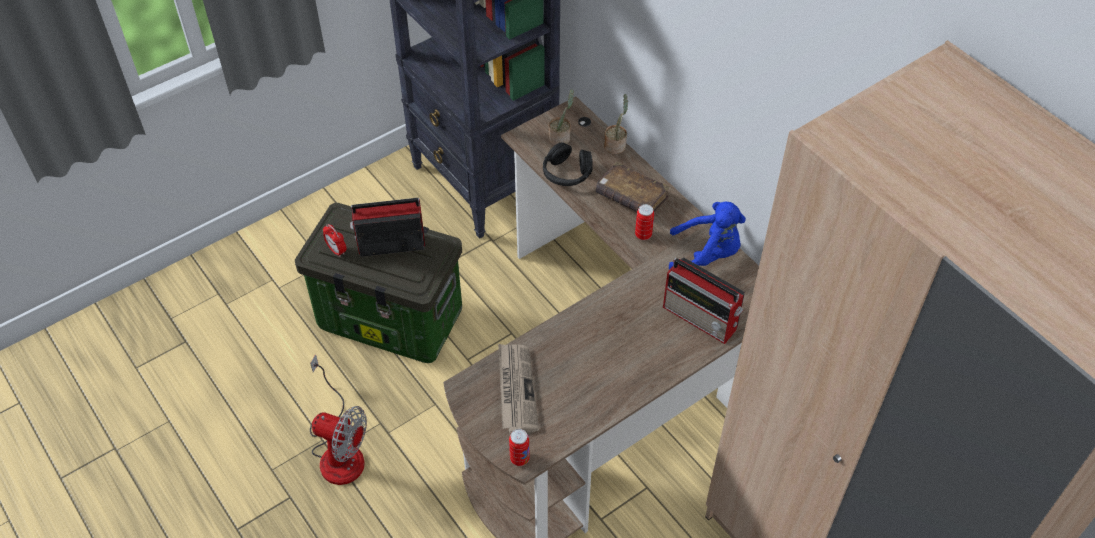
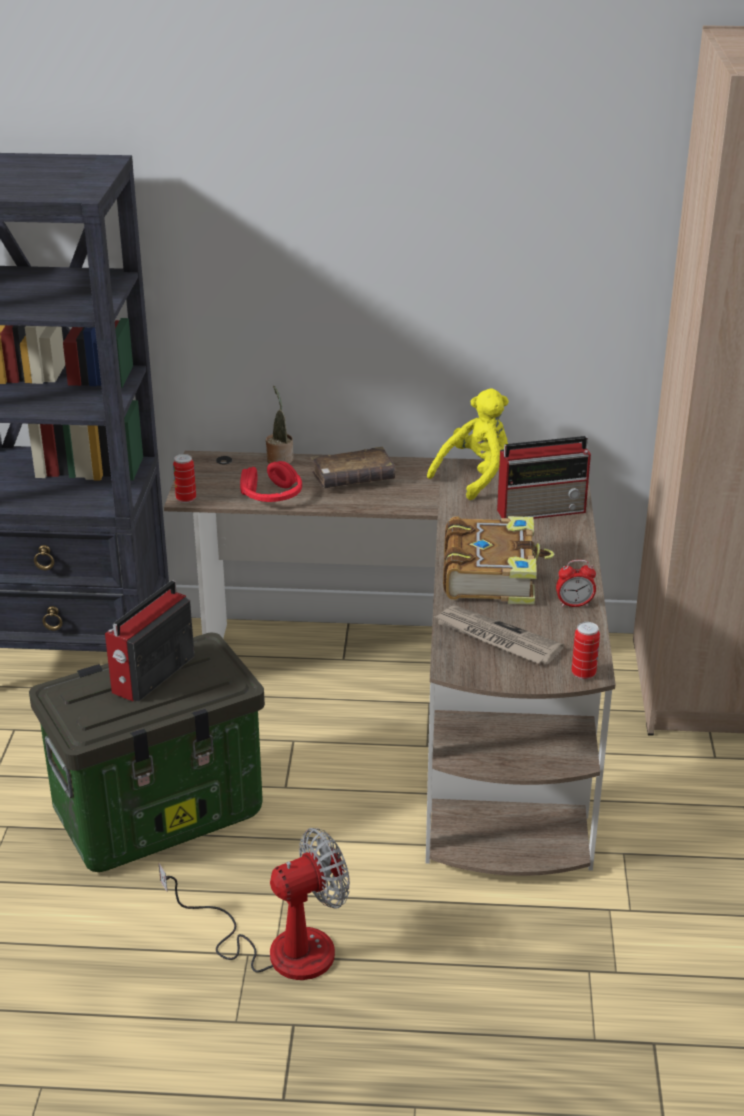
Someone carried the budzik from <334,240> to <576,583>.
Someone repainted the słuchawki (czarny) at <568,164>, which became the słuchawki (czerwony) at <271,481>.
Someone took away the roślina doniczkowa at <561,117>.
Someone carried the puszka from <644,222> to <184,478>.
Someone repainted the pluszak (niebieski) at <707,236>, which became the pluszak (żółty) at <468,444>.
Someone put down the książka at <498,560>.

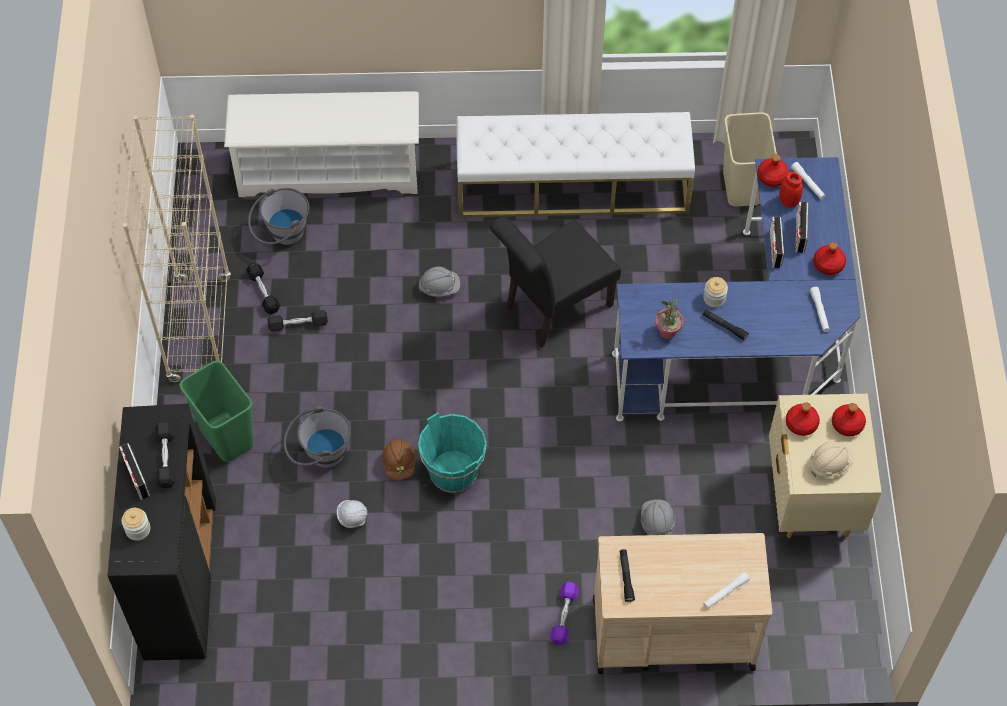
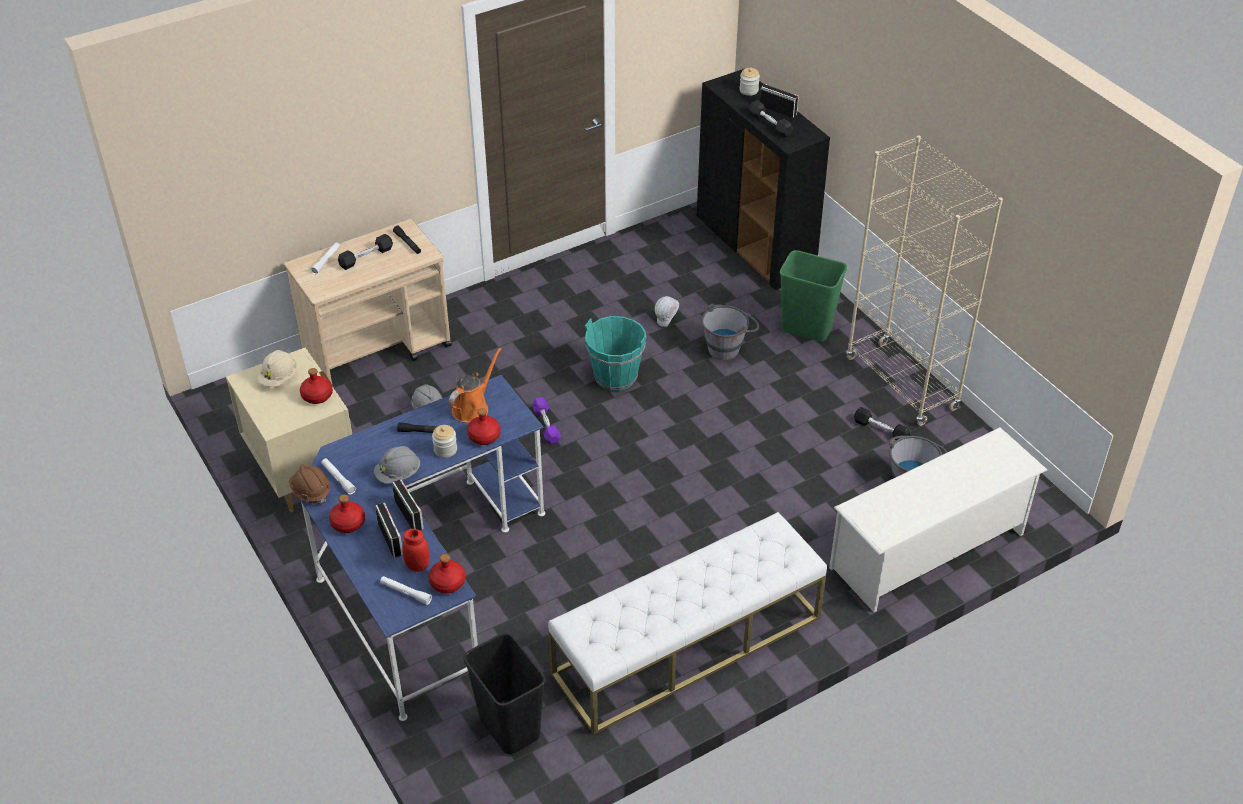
Someone carried the hantel (czarny) from <297,320> to <365,252>.
Someone carried the kask (brązowy) from <399,459> to <309,484>.
Someone carried the kask (szary) from <439,282> to <397,465>.
Someone took away the krzesło (czarny) at <555,282>.
Someone carried the hantel (fioletowy) from <564,614> to <546,421>.
Someone swapped the roślina doniczkowa at <669,319> for the konewka (pomarańczowy) at <474,385>.
Someone repainted the kosz na śmieci (beżowy) at <750,159>, which became the kosz na śmieci (czarny) at <504,693>.
Someone carried the butelka (czerwony) from <849,419> to <483,426>.

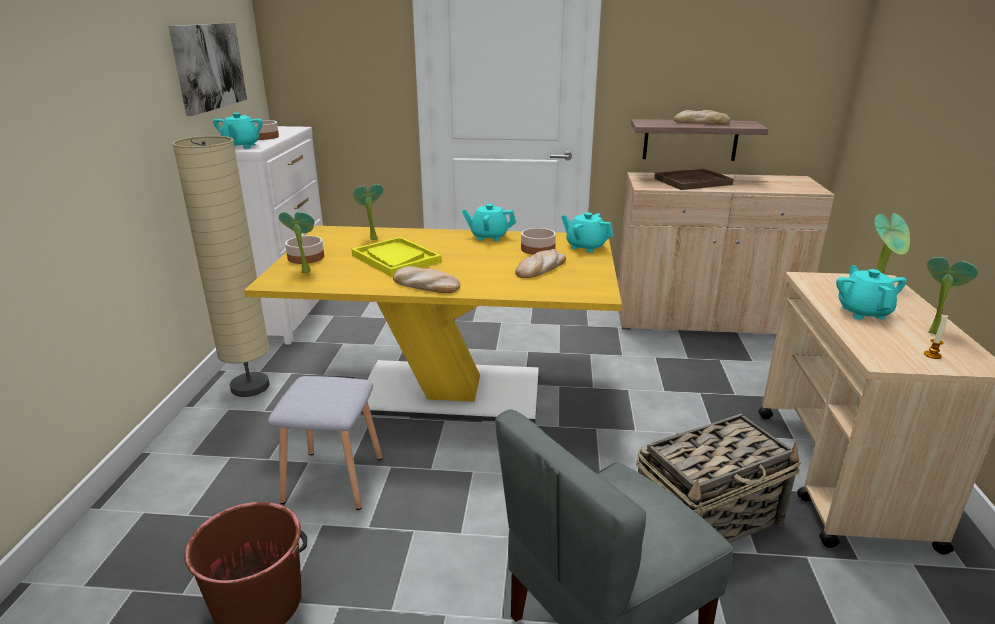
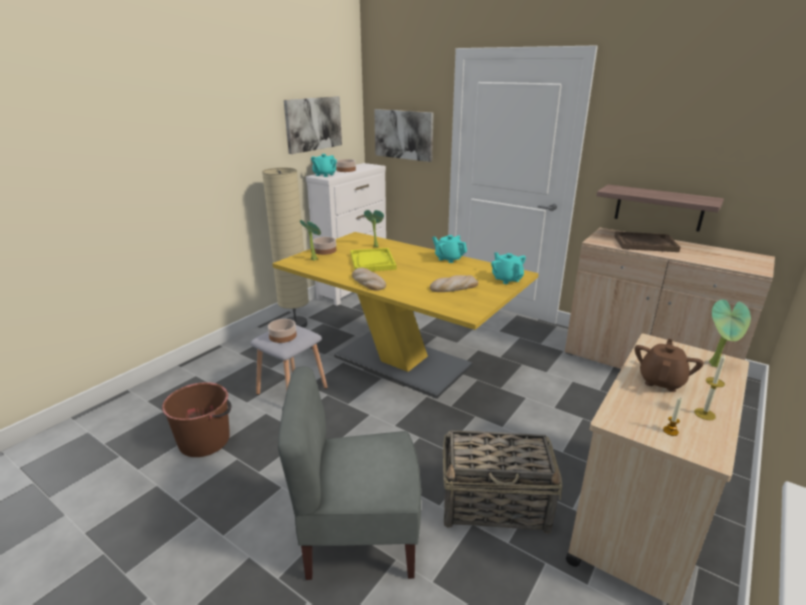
Someone carried the miska from <538,241> to <282,331>.
Someone took away the chleb at <702,117>.
Someone repainted the imbryk (turkusowy) at <871,292>, which became the imbryk (brązowy) at <669,365>.
Someone swapped the roślina doniczkowa at <952,296> for the świeca at <709,386>.
Someone put up the obraz at <404,135>.

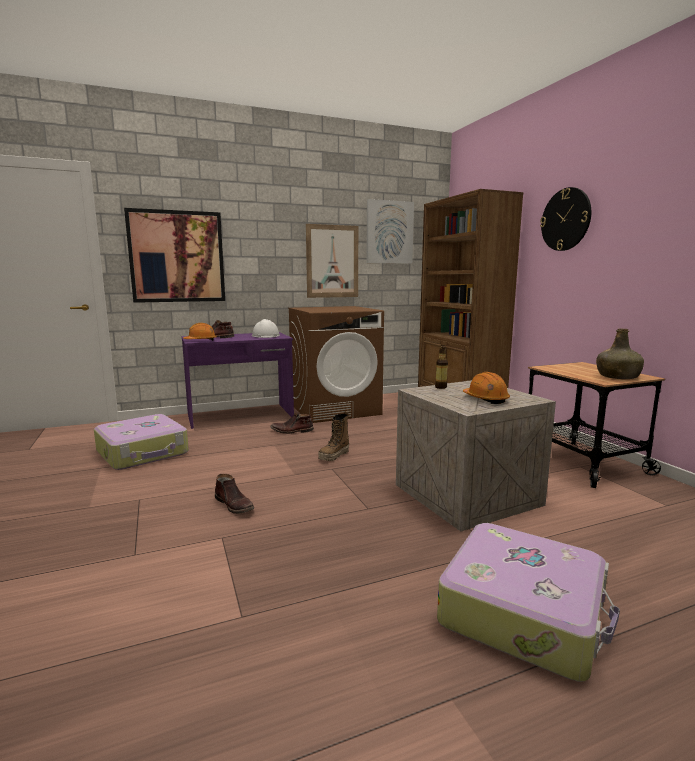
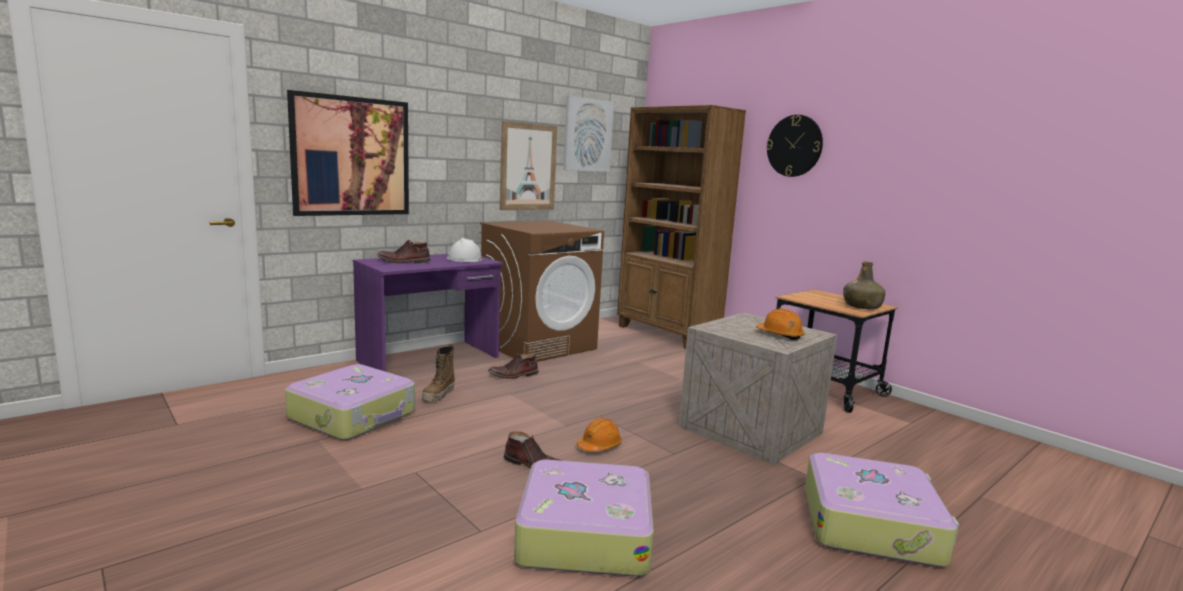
Someone carried the kask (pomarańczowy) from <200,331> to <599,435>.
Someone carried the but z cholewką from <333,436> to <438,372>.
Someone took away the butelka at <441,367>.
Someone put down the walizka at <584,517>.

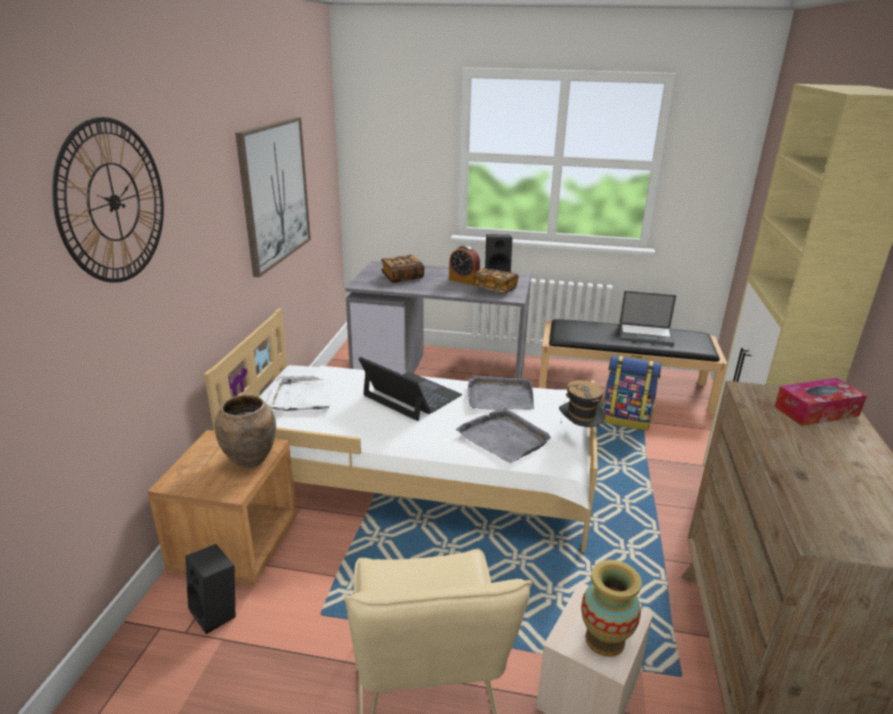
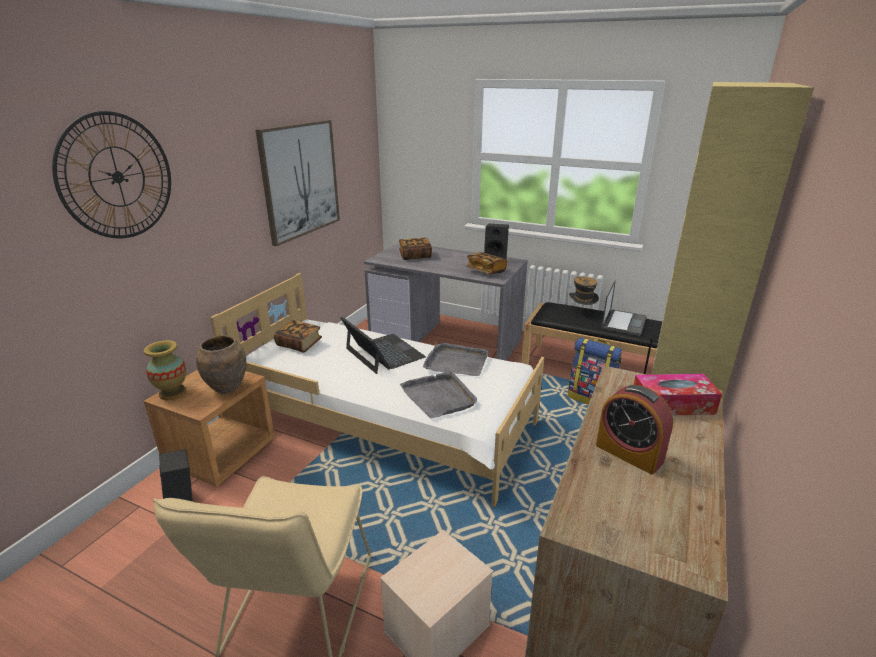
Someone swapped the taca (biały) at <299,393> for the książka at <298,336>.
Someone carried the budzik from <464,265> to <634,430>.
Someone carried the kapelusz from <582,403> to <584,291>.
Someone carried the wazon from <611,608> to <165,370>.
Someone rotated the laptop at <647,318> by 90 degrees counterclockwise.

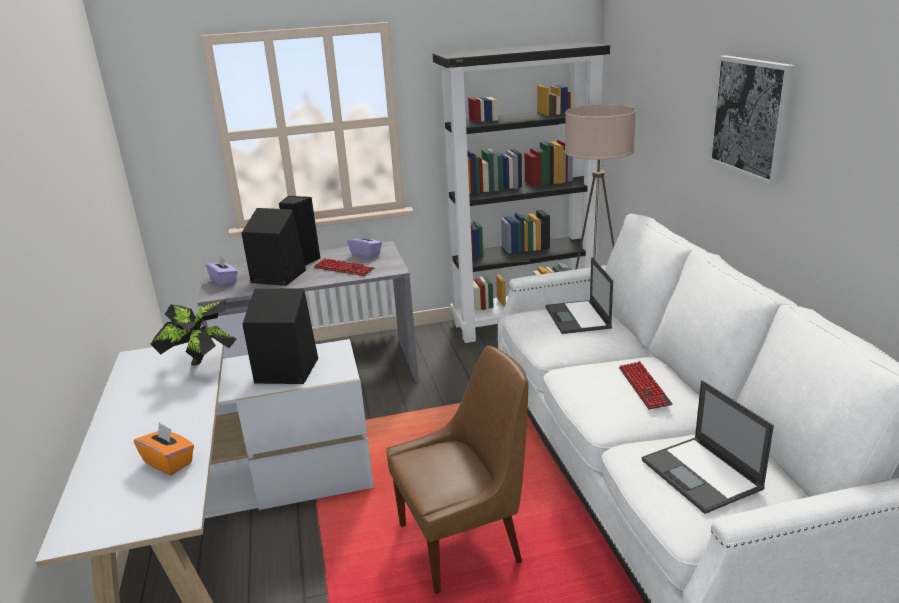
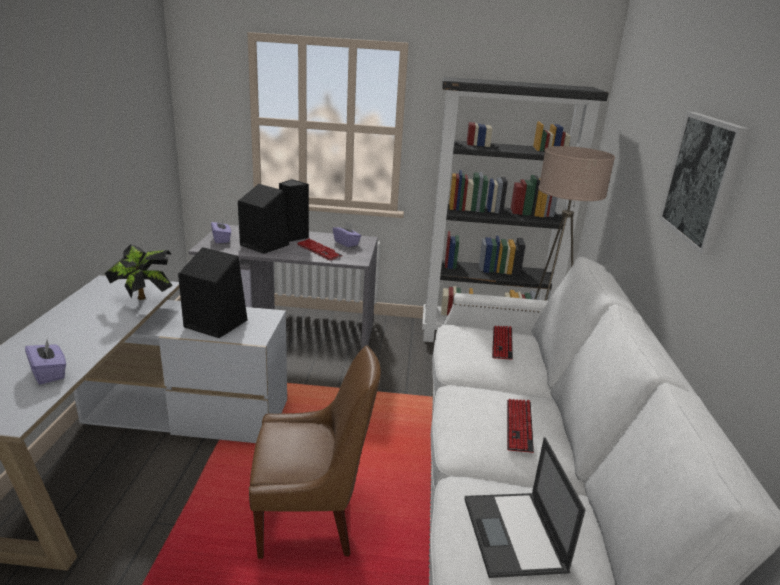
Someone repainted the pudełko chusteczek (pomarańczowy) at <164,448>, which became the pudełko chusteczek (fioletowy) at <45,362>.
Someone swapped the laptop at <579,295> for the klawiatura at <502,343>.

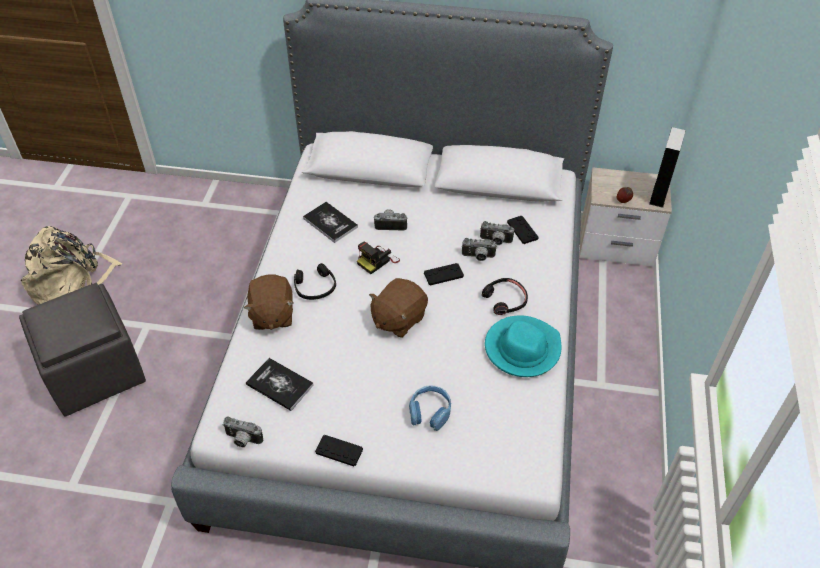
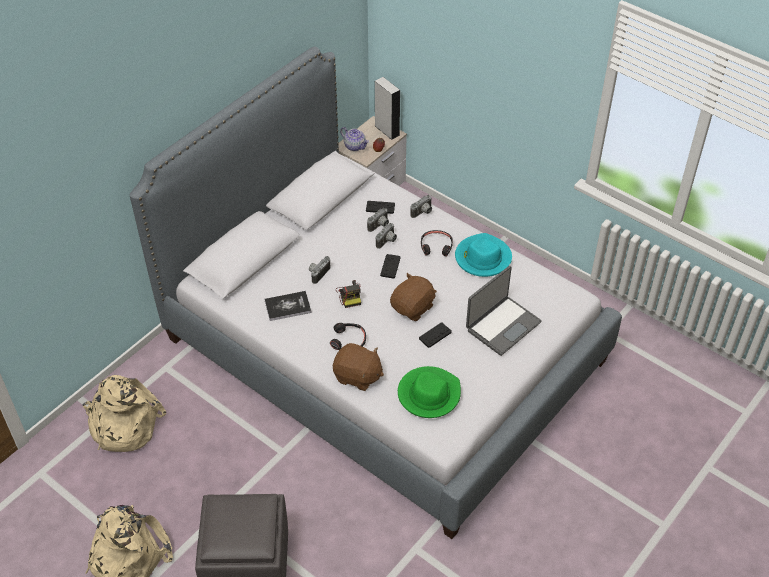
Someone carried the aparat fotograficzny from <242,432> to <421,206>.
Someone swapped the książka at <280,384> for the kapelusz (zielony) at <429,392>.
Someone carried the pad do gier (czarny) from <339,450> to <435,335>.
Someone rotated the pluszak (brązowy) at <398,308> by 120 degrees counterclockwise.
Someone swapped the słuchawki (niebieski) at <430,408> for the laptop at <504,311>.
Someone put down the plecak (beżowy) at <124,413>.
Someone put down the imbryk at <354,139>.

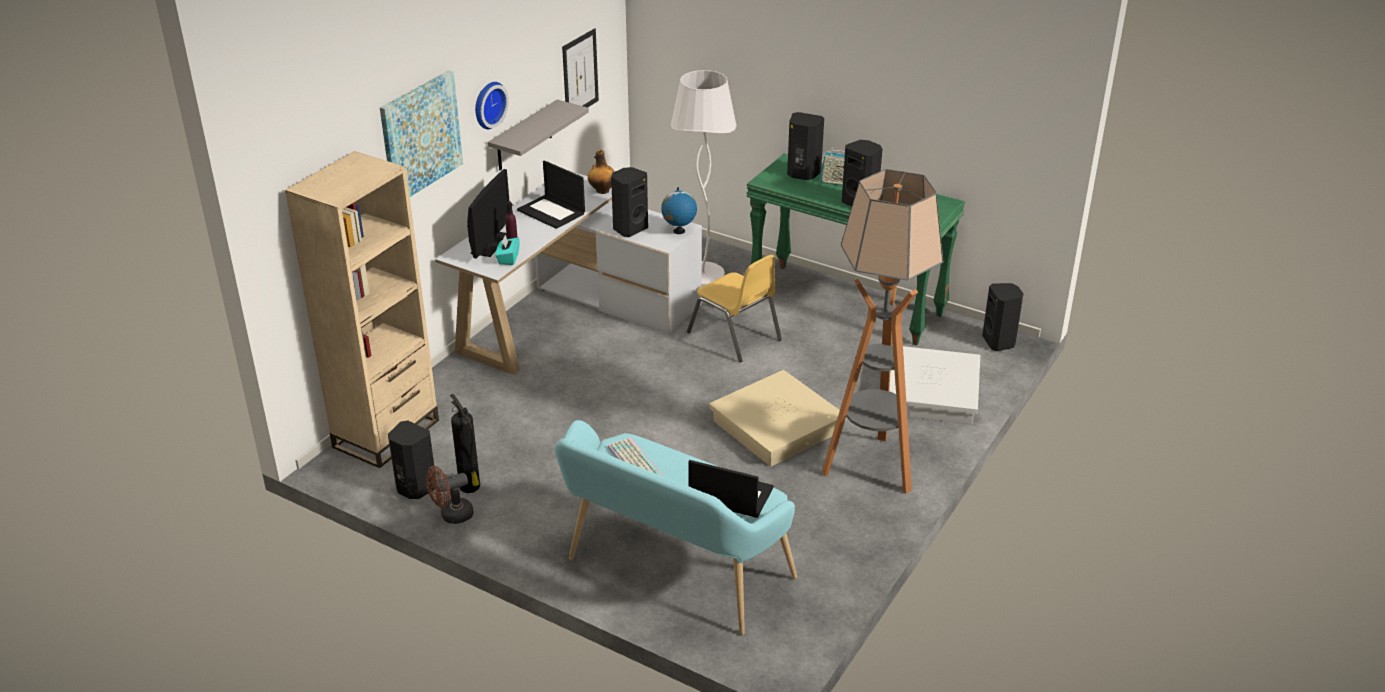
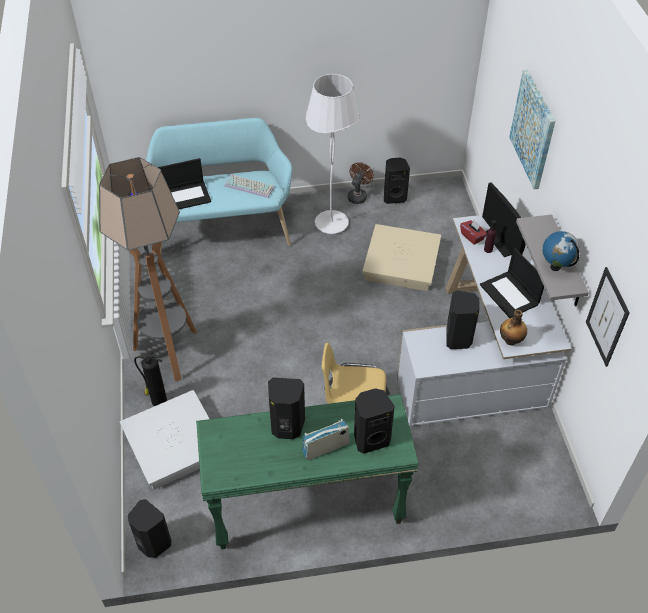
Someone took away the regał (beżowy) at <362,309>.
Someone carried the gaśnica from <465,443> to <150,379>.
Someone took away the zegar ścienny at <492,105>.
Someone repainted the pudełko chusteczek (turkusowy) at <507,250>, which became the pudełko chusteczek (czerwony) at <473,232>.
Someone rotated the laptop at <551,195> by 120 degrees counterclockwise.
Someone carried the globus from <679,210> to <561,251>.
Someone carried the lampa stojąca (biały) from <704,178> to <333,154>.
Someone carried the pojemnik do przechowywania (beżowy) from <777,418> to <401,257>.

